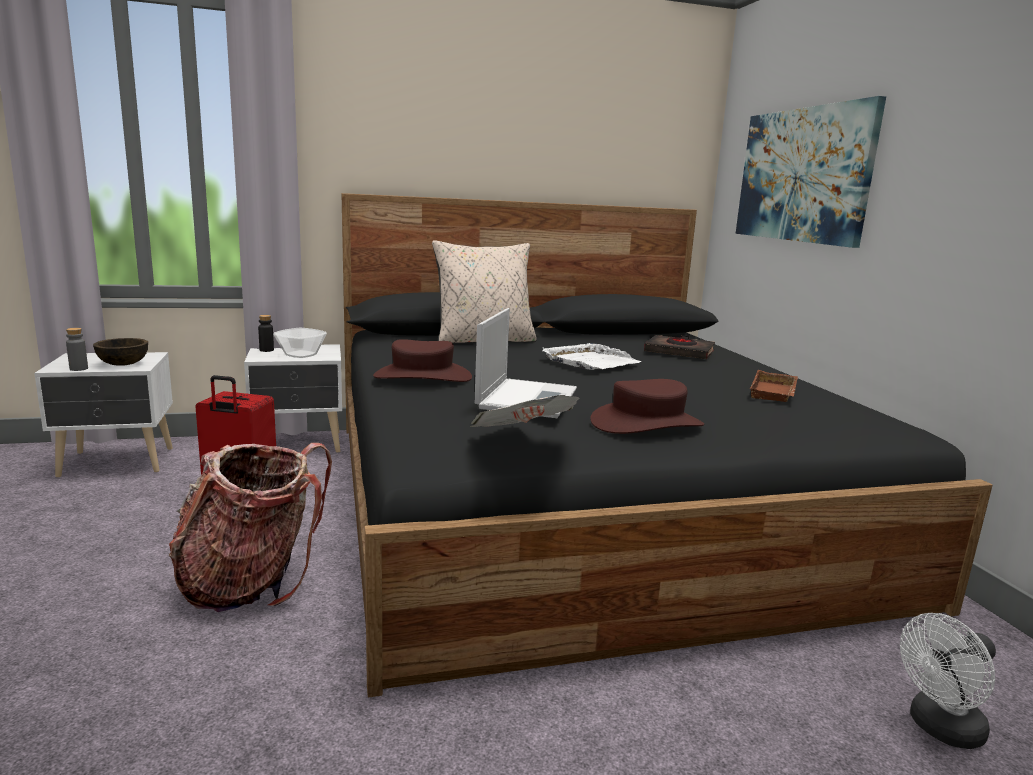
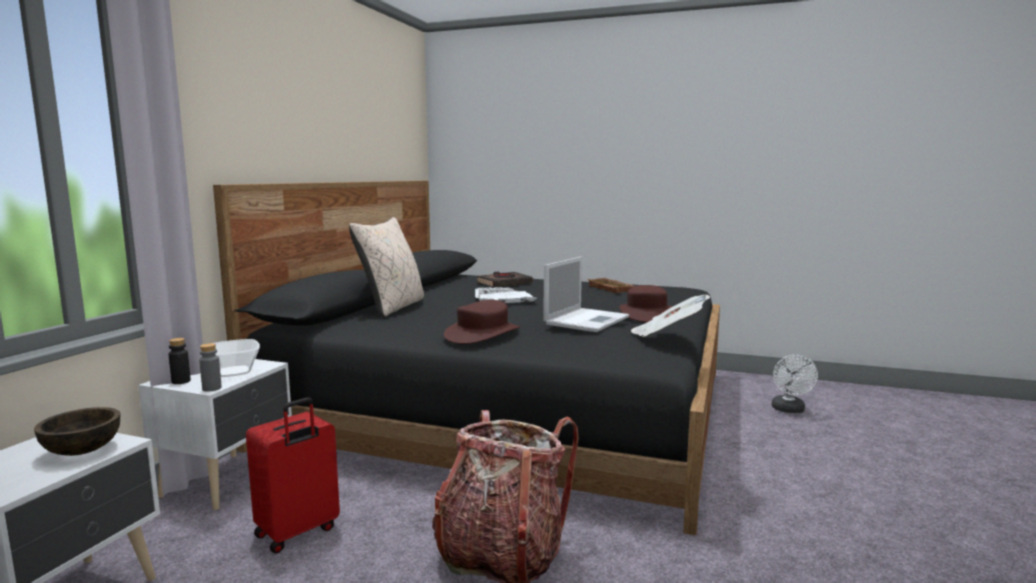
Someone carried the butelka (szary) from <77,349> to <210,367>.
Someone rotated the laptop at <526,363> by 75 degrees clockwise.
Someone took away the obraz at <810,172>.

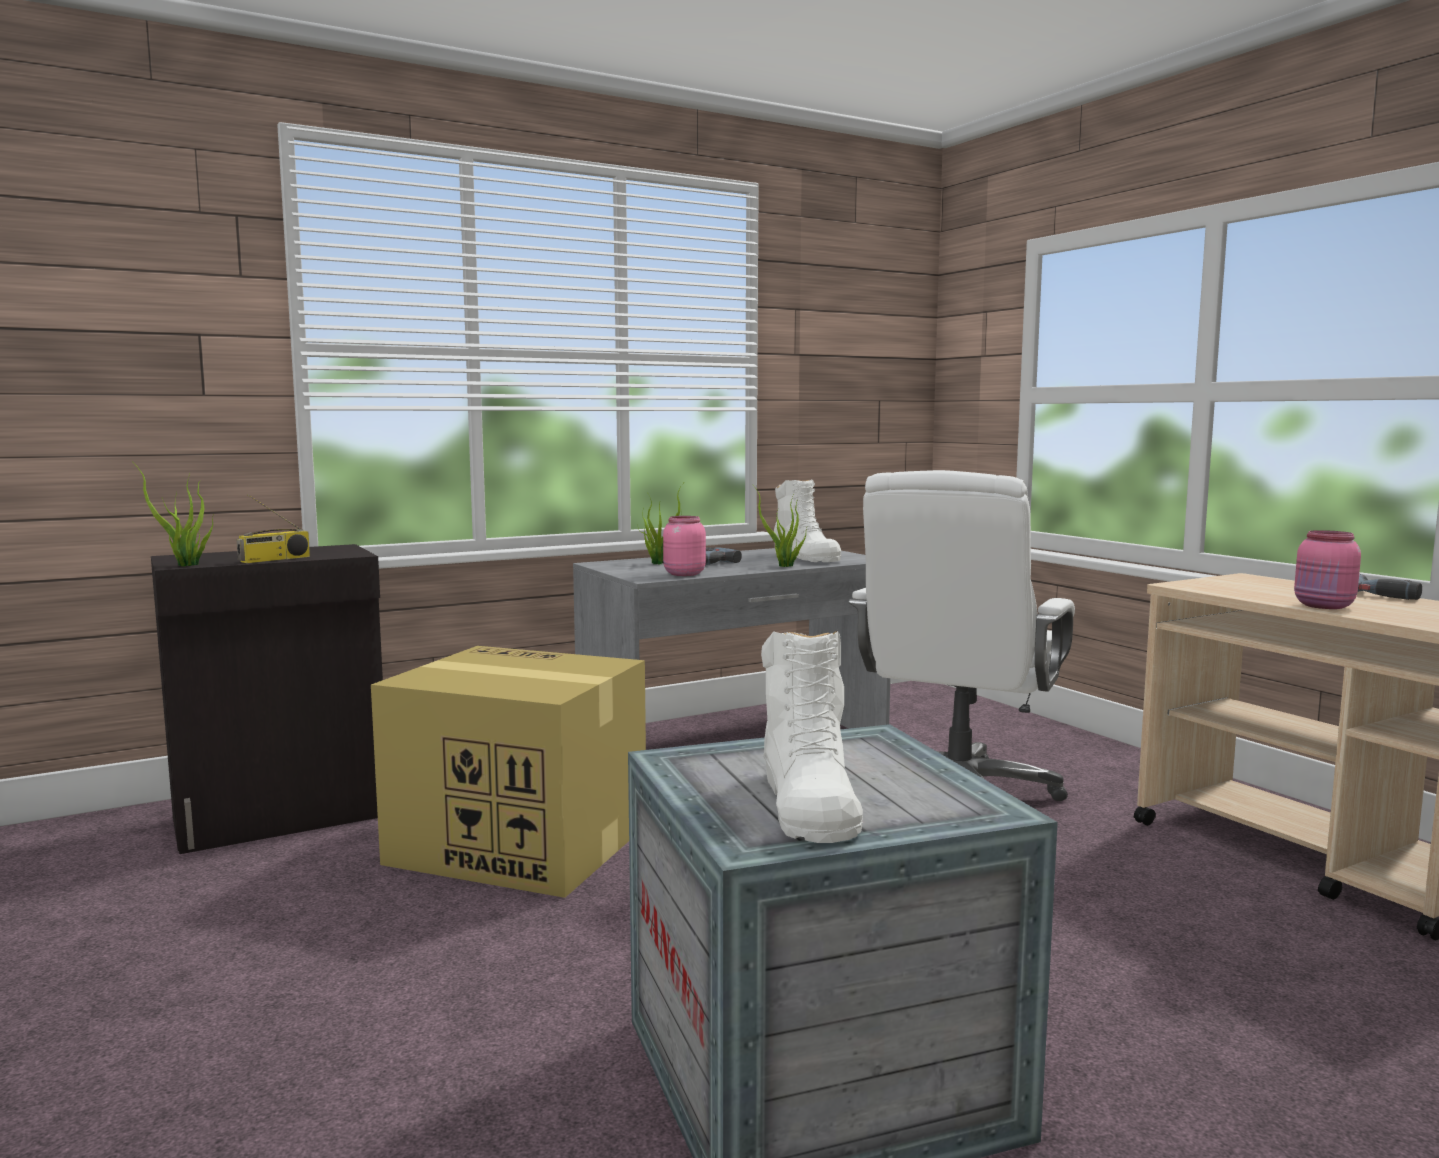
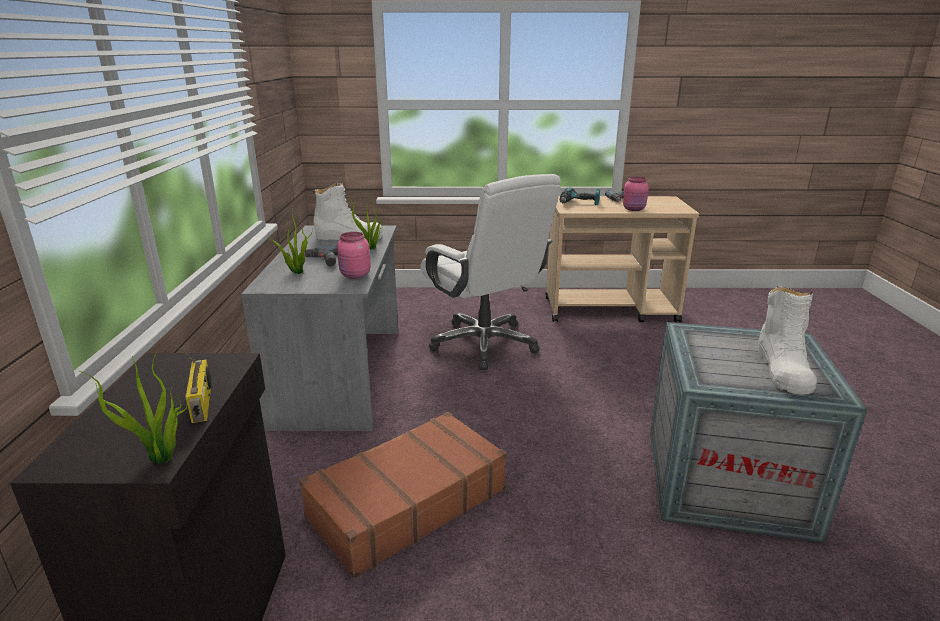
Someone swapped the karton at <508,772> for the walizka (brązowy) at <403,495>.
Someone rotated the but z cholewką (biały) at <812,736> by 75 degrees clockwise.
Someone put down the wiertarka at <579,196>.

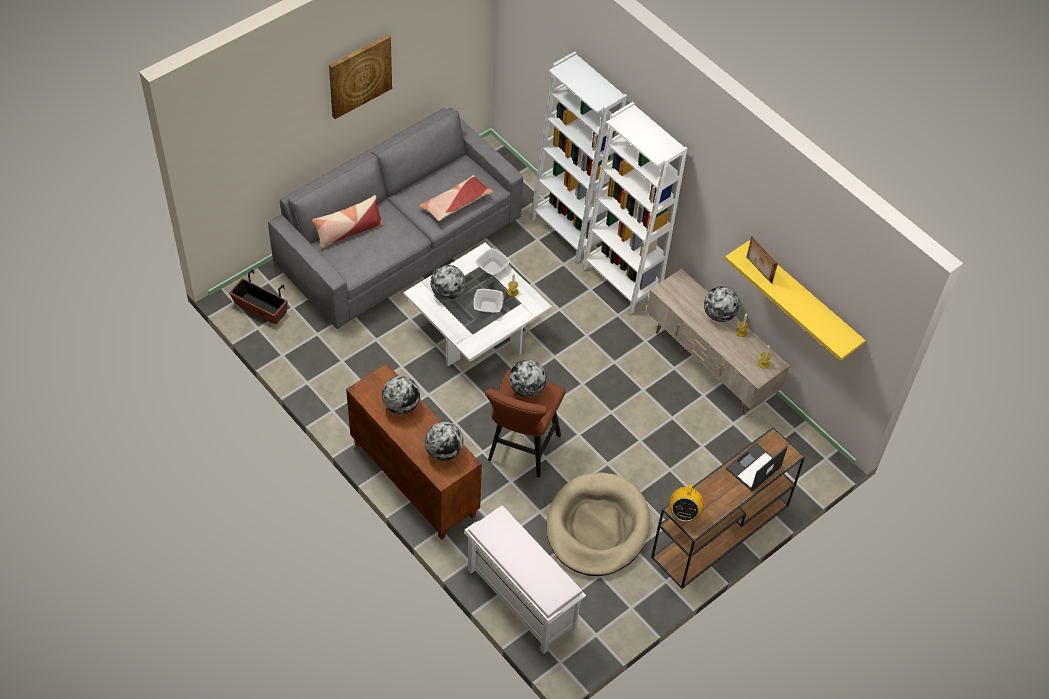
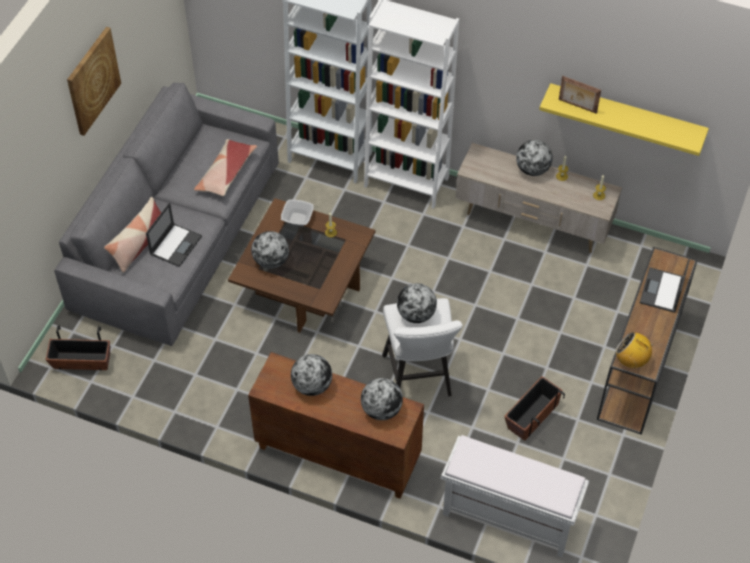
Someone repainted the ława (biały) at <477,304>, which became the ława (brązowy) at <301,265>.
Someone took away the miska at <488,301>.
Someone repainted the stołek (brązowy) at <525,424>, which became the stołek (biały) at <422,347>.
Someone swapped the legowisko (beżowy) at <598,524> for the donica at <534,408>.
Someone rotated the radio at <686,503> by 135 degrees clockwise.
Someone put down the laptop at <174,235>.

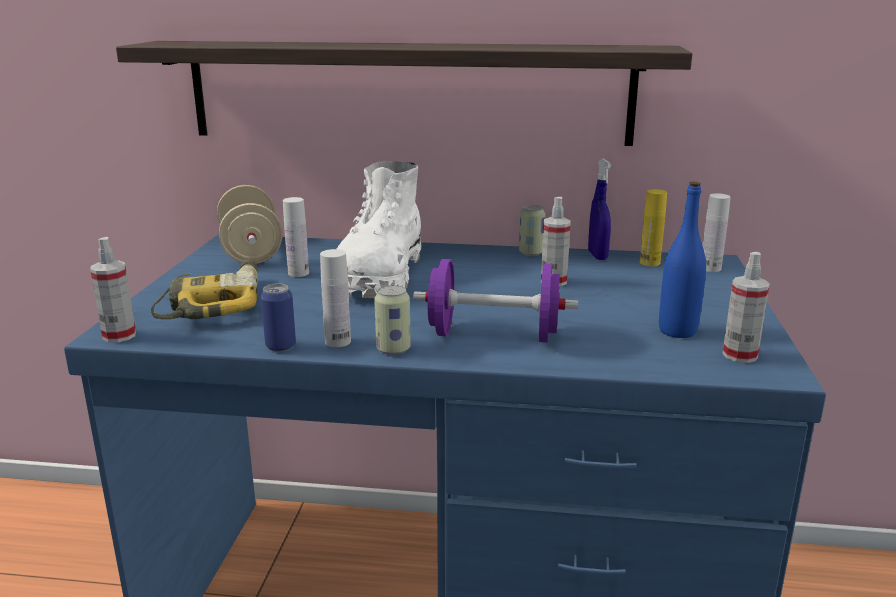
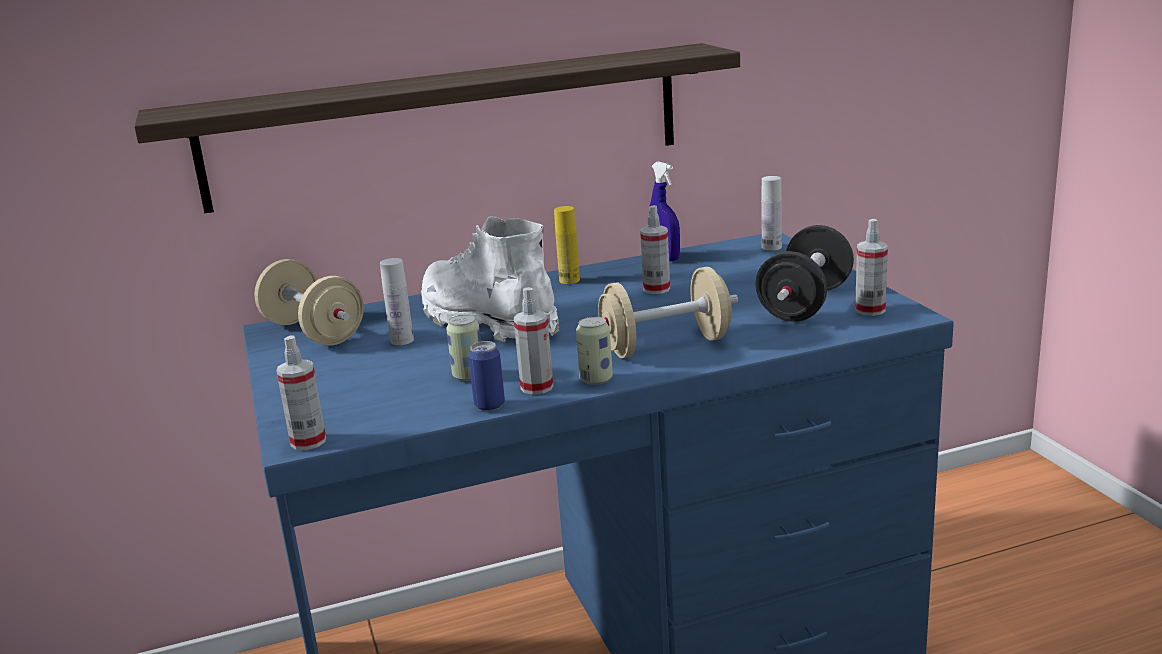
Someone took away the wiertarka at <204,289>.
Someone swapped the butelka (biały) at <335,298> for the spryskiwacz at <533,341>.
Someone rotated the but z cholewką (biały) at <379,229> by 150 degrees clockwise.
Someone repainted the hantel (fioletowy) at <495,301>, which became the hantel (beżowy) at <668,312>.
Someone carried the puszka from <532,230> to <463,348>.
Someone carried the butelka (żółty) from <653,227> to <567,245>.
Someone swapped the butelka (niebieski) at <682,260> for the hantel (czarny) at <804,273>.

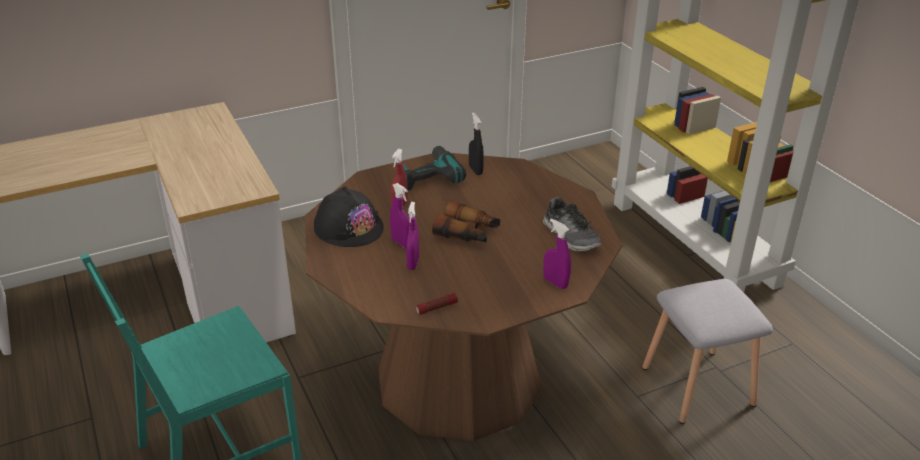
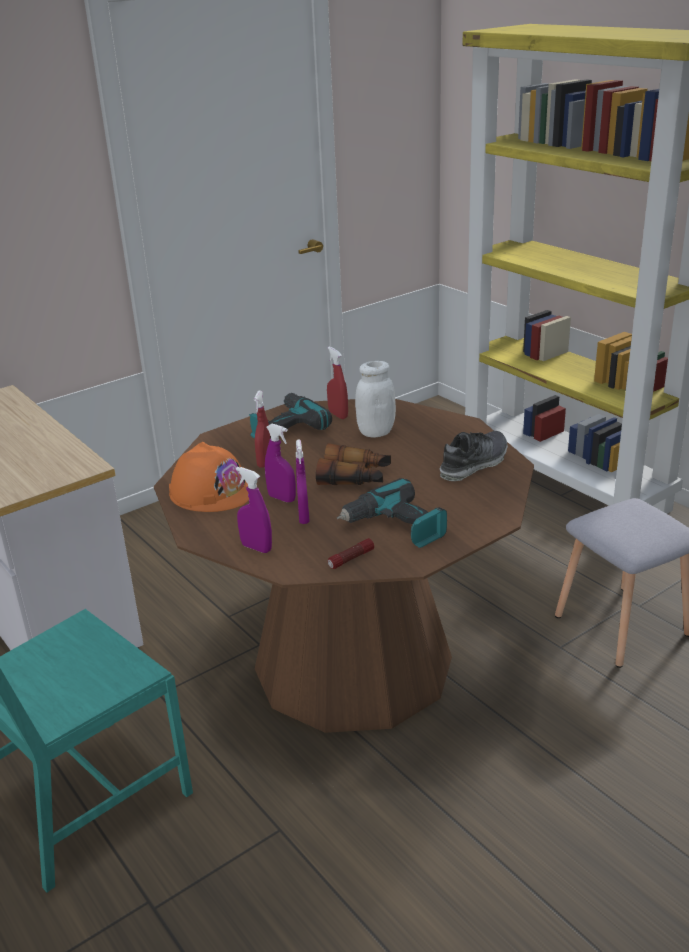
Someone repainted the kask (czarny) at <349,216>, which became the kask (pomarańczowy) at <209,477>.
Someone repainted the spryskiwacz (czarny) at <476,143>, which became the spryskiwacz (czerwony) at <337,382>.
Someone rotated the but at <572,224> by 90 degrees counterclockwise.
Someone carried the spryskiwacz (fioletowy) from <557,254> to <254,510>.
Someone put down the wiertarka at <392,513>.
Someone put down the słoik (biały) at <375,399>.

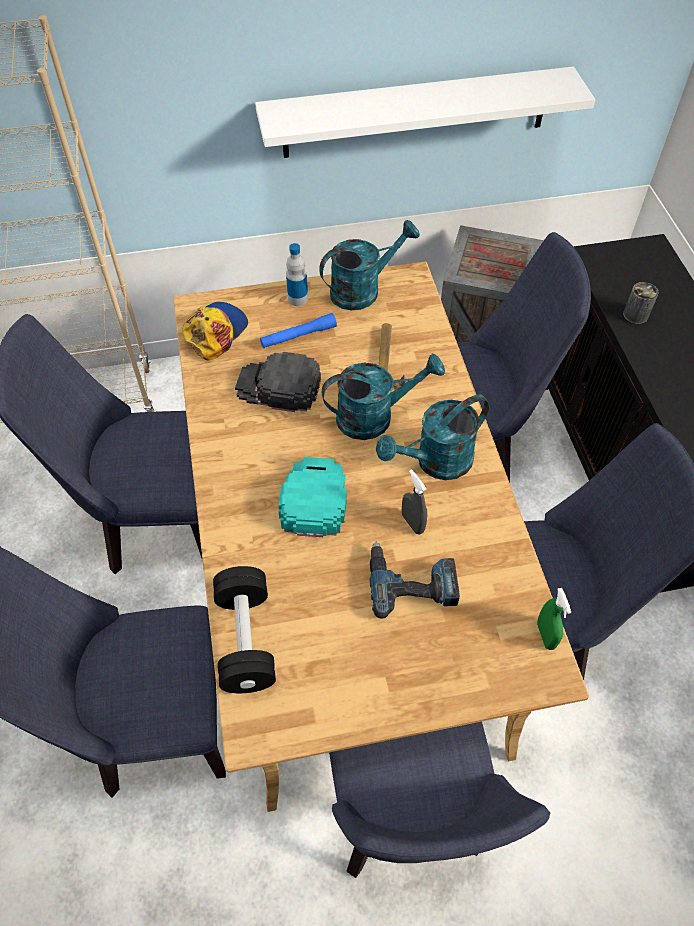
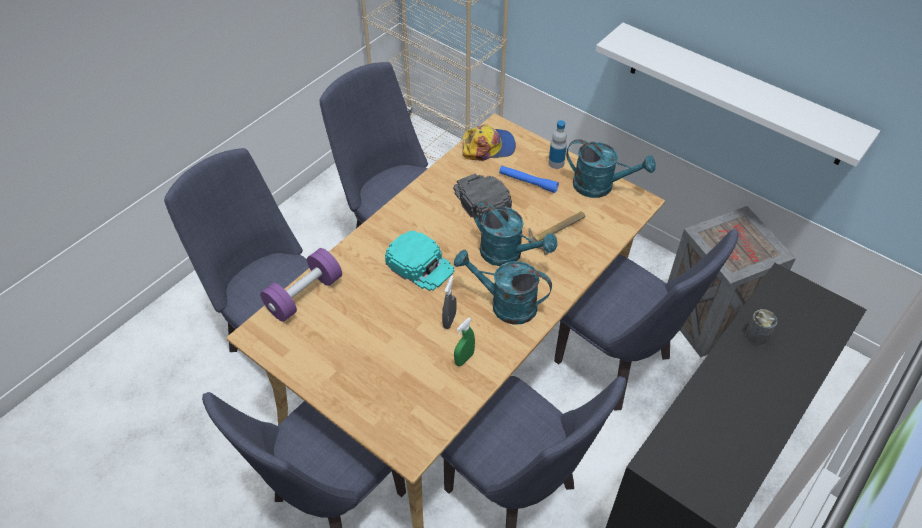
Someone repainted the hantel (czarny) at <244,629>, which became the hantel (fioletowy) at <301,285>.
Someone rotated the czapka z daszkiem (turkusowy) at <312,497> by 75 degrees clockwise.
Someone took away the wiertarka at <414,580>.
Someone carried the spryskiwacz (zielony) from <554,619> to <464,342>.

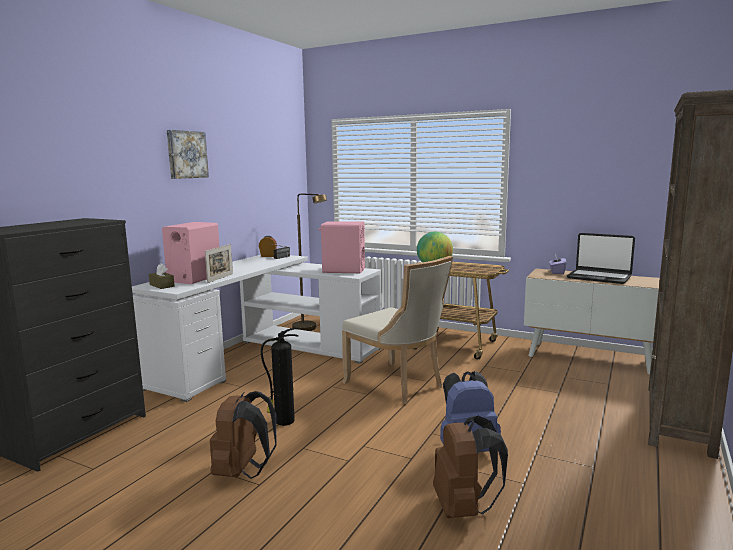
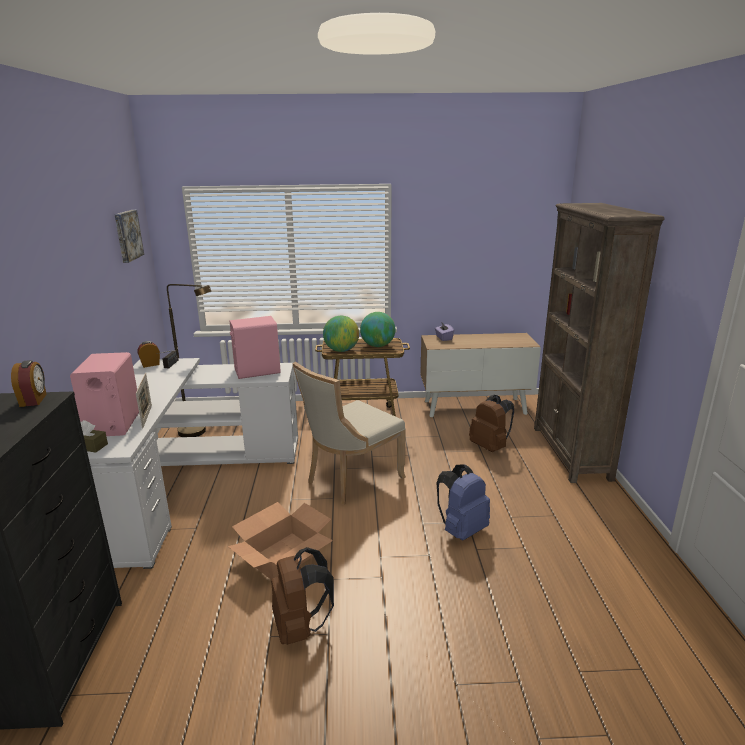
Someone carried the obraz from <188,154> to <129,236>.
Someone swapped the gaśnica at <279,376> for the karton at <280,541>.
Someone rotated the krzesło (beżowy) at <397,330> by 120 degrees clockwise.
Someone carried the plecak (brązowy) from <470,467> to <491,423>.
Someone took away the laptop at <601,258>.
Someone put down the budzik at <29,383>.
Someone put down the globus at <377,329>.

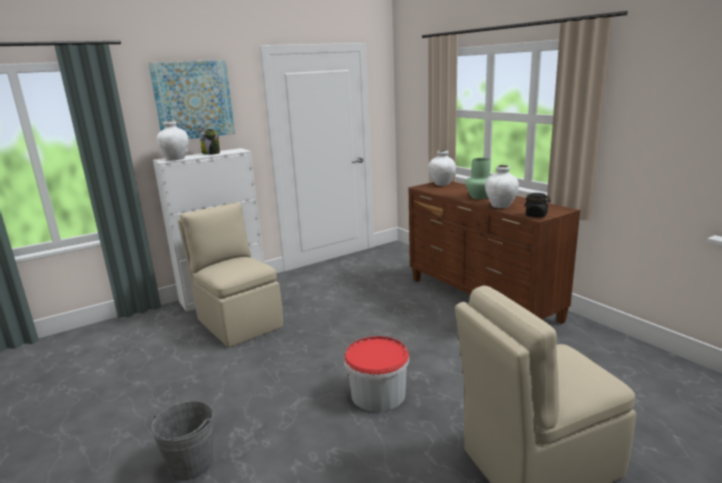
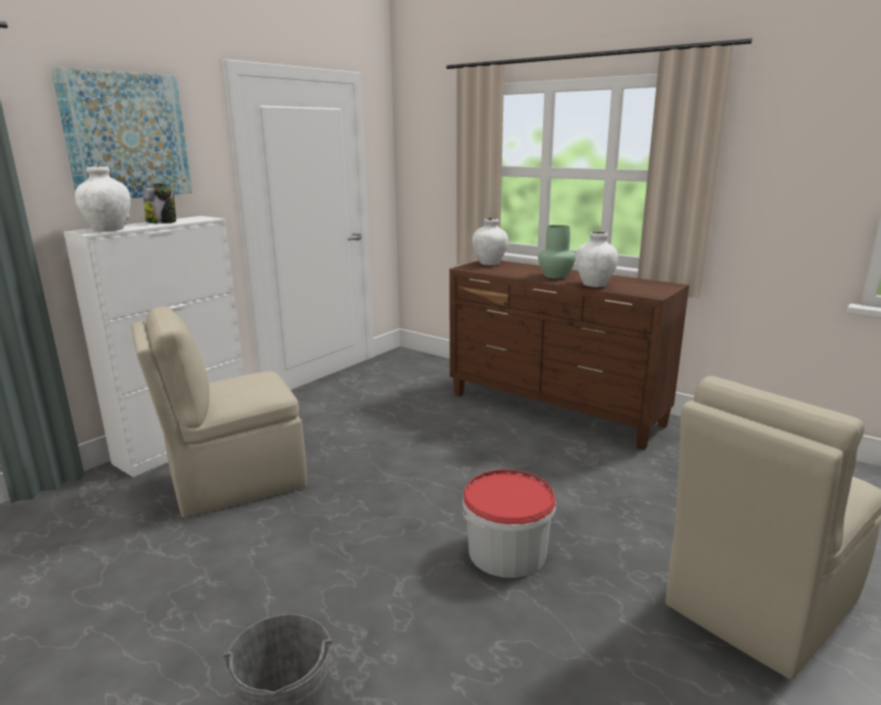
Someone rotated the krzesło (beżowy) at <230,274> by 60 degrees counterclockwise.
Someone took away the słoik (czarny) at <537,205>.

